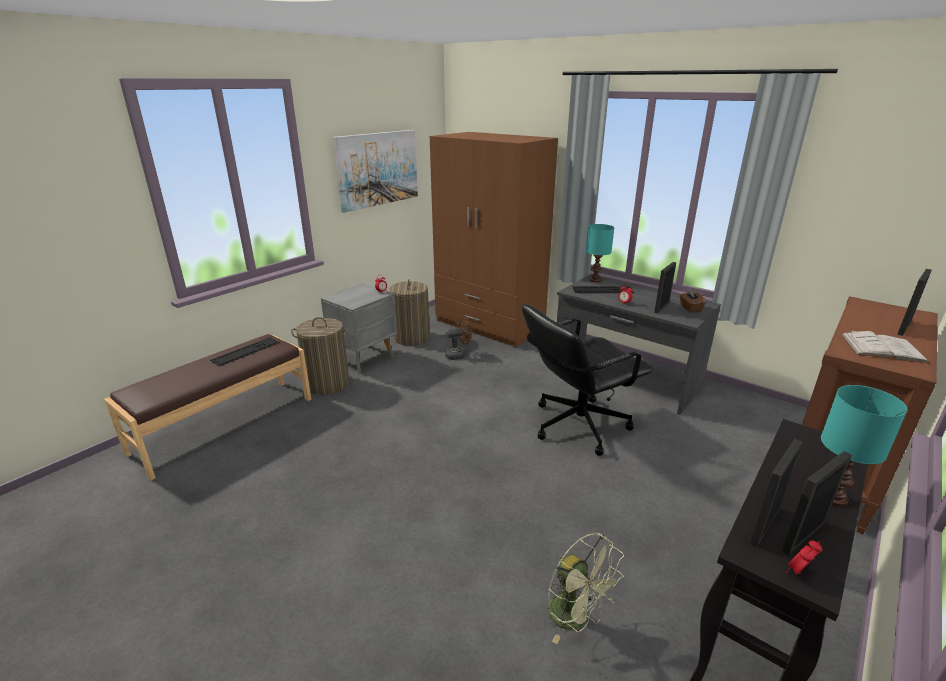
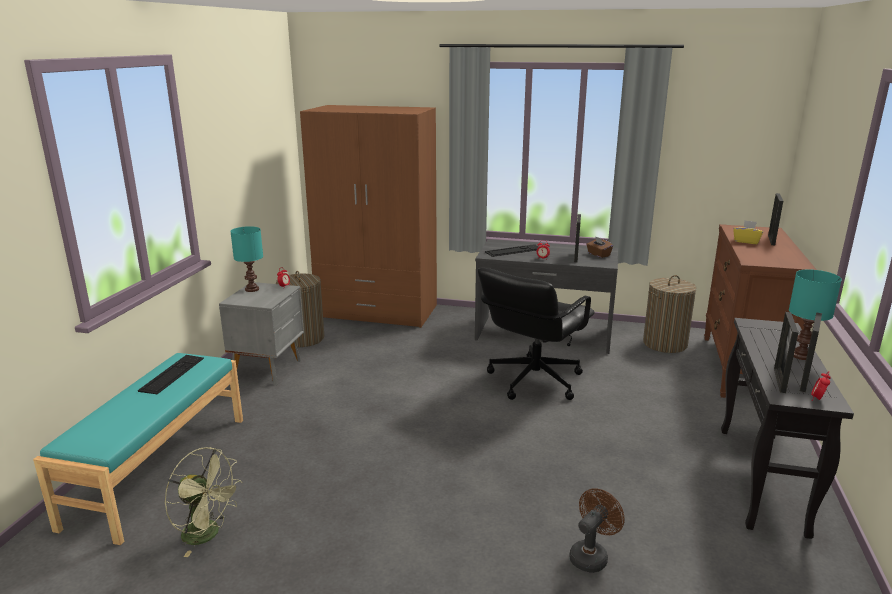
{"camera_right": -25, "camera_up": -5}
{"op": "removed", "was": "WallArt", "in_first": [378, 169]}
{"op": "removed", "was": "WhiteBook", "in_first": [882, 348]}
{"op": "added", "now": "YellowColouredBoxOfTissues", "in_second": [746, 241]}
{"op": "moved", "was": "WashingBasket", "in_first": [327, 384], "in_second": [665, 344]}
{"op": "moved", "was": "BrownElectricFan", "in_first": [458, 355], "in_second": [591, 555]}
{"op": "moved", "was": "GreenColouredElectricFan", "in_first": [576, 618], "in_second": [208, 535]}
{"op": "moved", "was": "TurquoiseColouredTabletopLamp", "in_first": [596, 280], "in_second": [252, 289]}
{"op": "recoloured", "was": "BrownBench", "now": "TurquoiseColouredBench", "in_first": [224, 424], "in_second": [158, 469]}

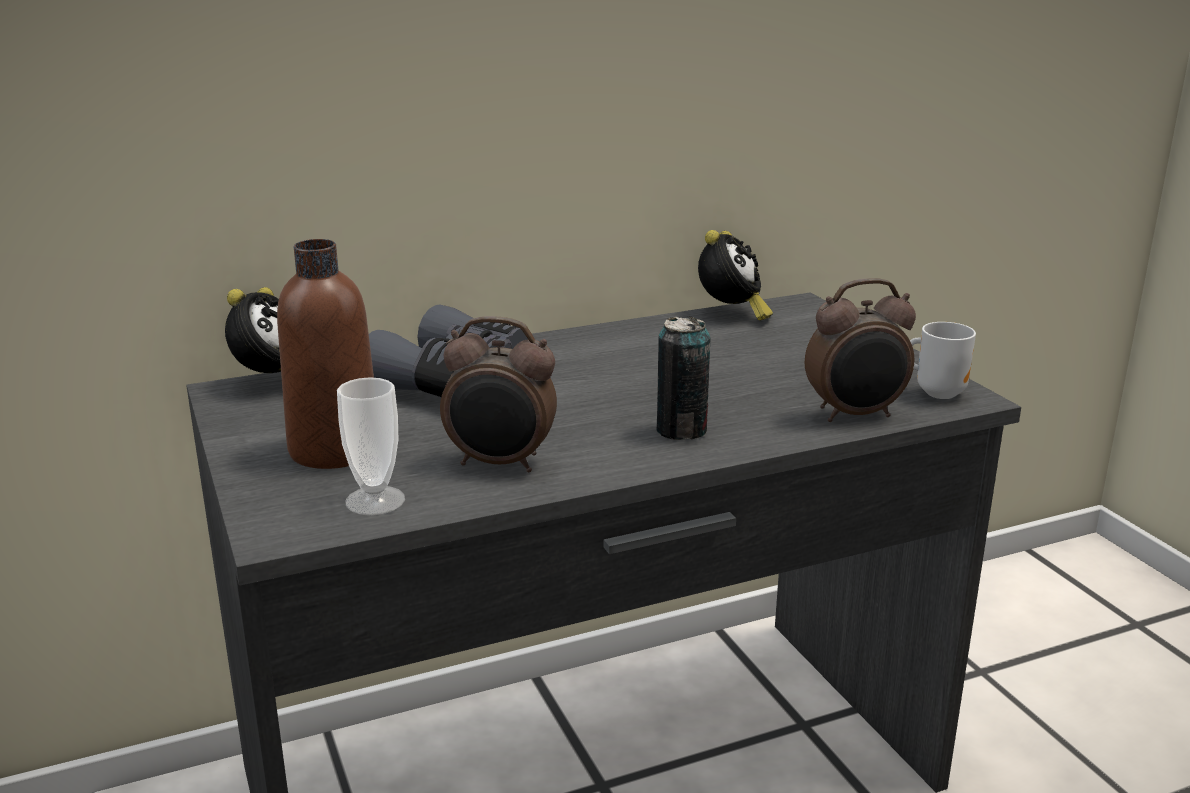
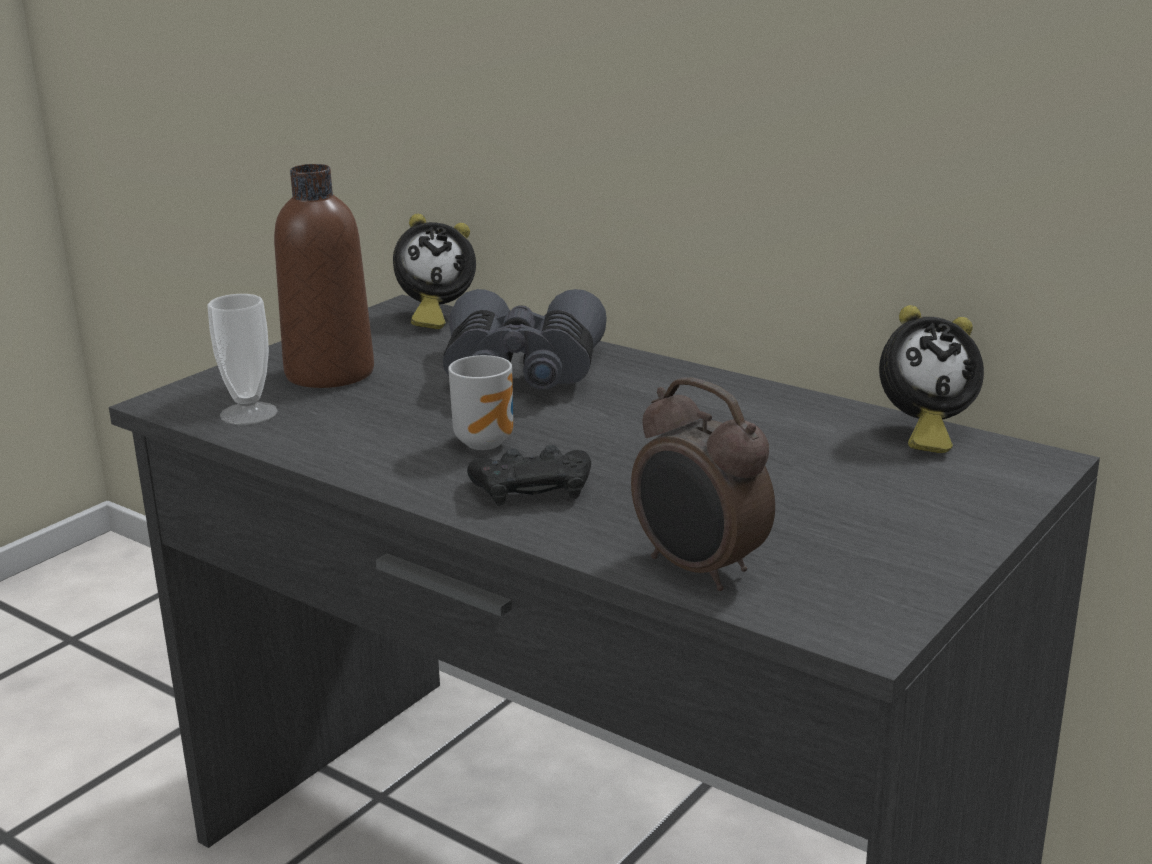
{"camera_right": 60, "camera_up": 0}
{"op": "removed", "was": "AlarmClock", "in_first": [500, 464]}
{"op": "moved", "was": "CoffeeMug", "in_first": [937, 392], "in_second": [487, 441]}
{"op": "replaced", "was": "MetalCan", "now": "BlackishGameController", "in_first": [681, 430], "in_second": [532, 489]}

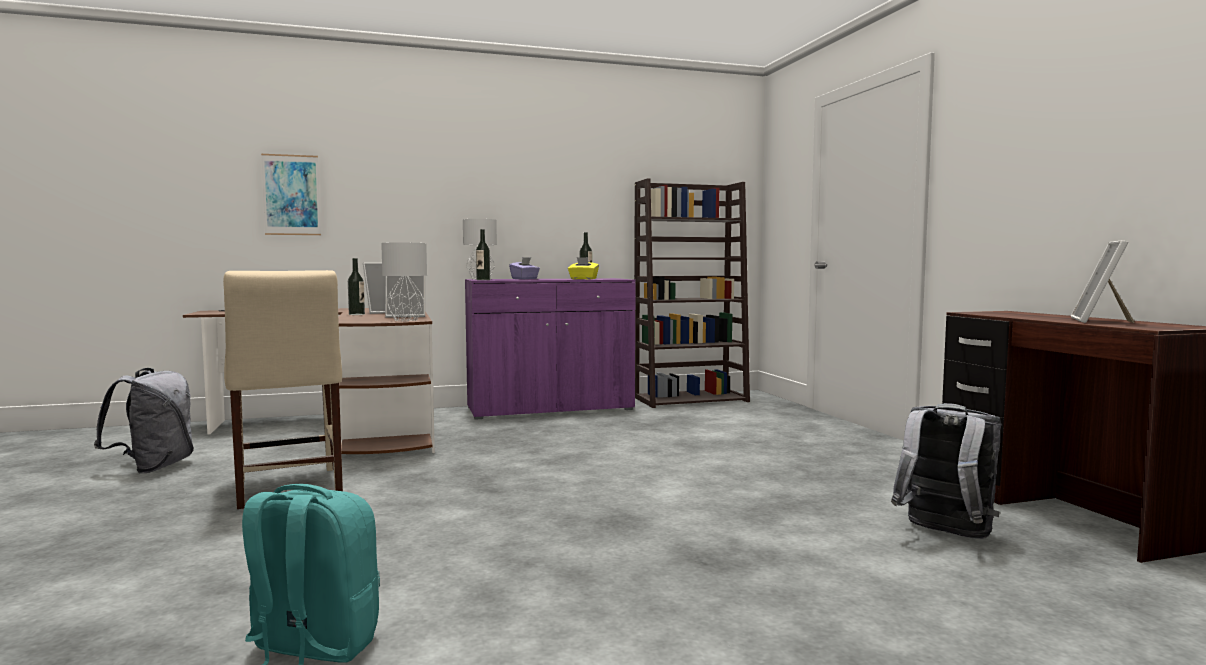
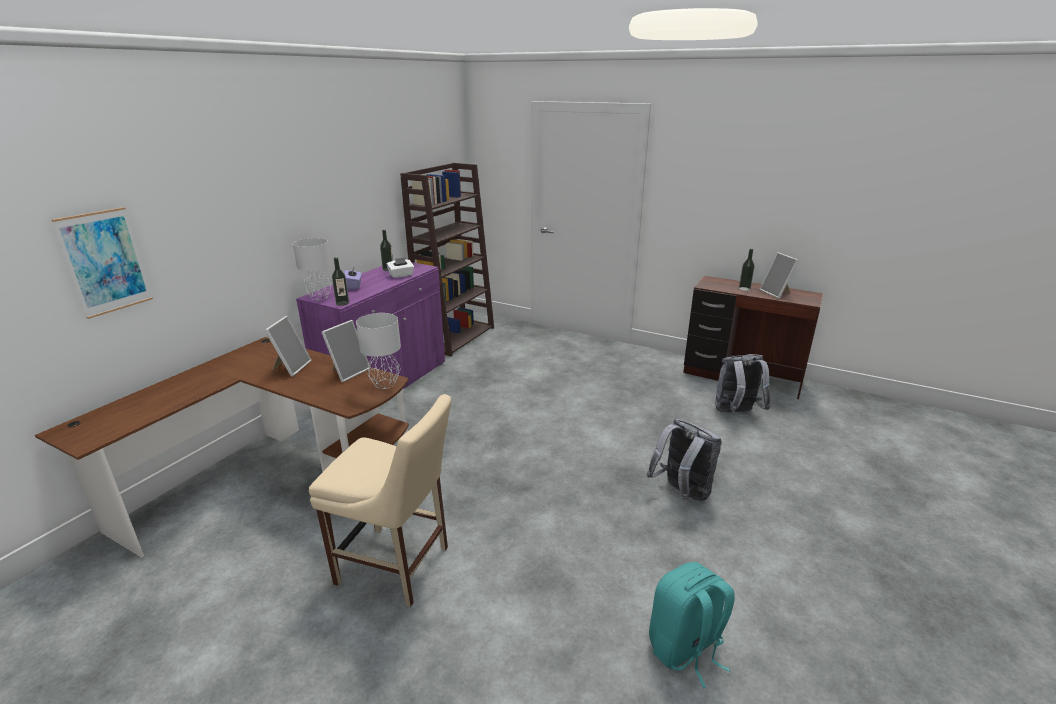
{"camera_right": -45, "camera_up": 20}
{"op": "moved", "was": "GrayKnapsack", "in_first": [154, 467], "in_second": [681, 493]}
{"op": "moved", "was": "DrinkBottle", "in_first": [356, 314], "in_second": [744, 289]}
{"op": "recoloured", "was": "YellowColouredBoxOfTissues", "now": "WhiteBoxOfTissues", "in_first": [583, 279], "in_second": [401, 275]}

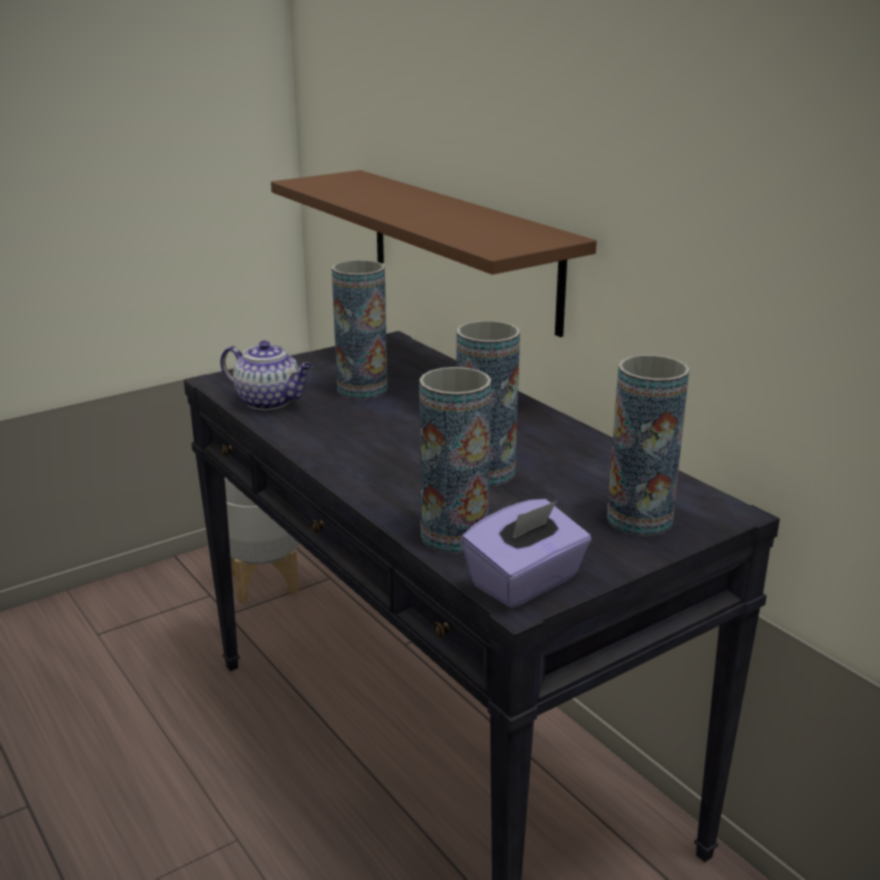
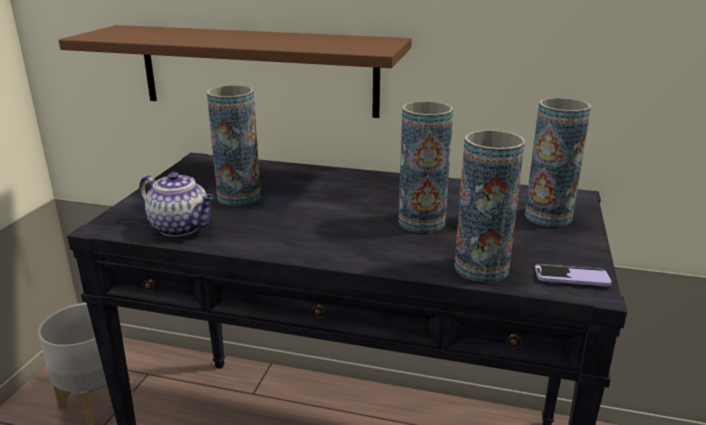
{"camera_right": -40, "camera_up": 0}
{"op": "replaced", "was": "PurplishBoxOfTissues", "now": "Phone", "in_first": [526, 582], "in_second": [571, 277]}
{"op": "turned", "was": "TeaPot", "in_first": [270, 402], "in_second": [182, 227], "clockwise": 45}

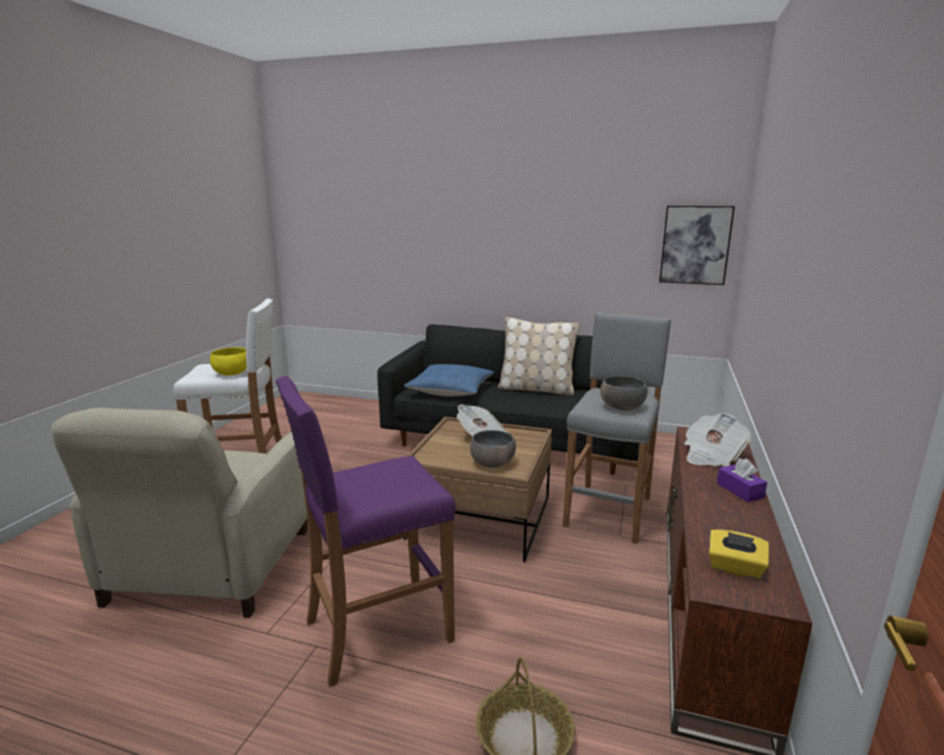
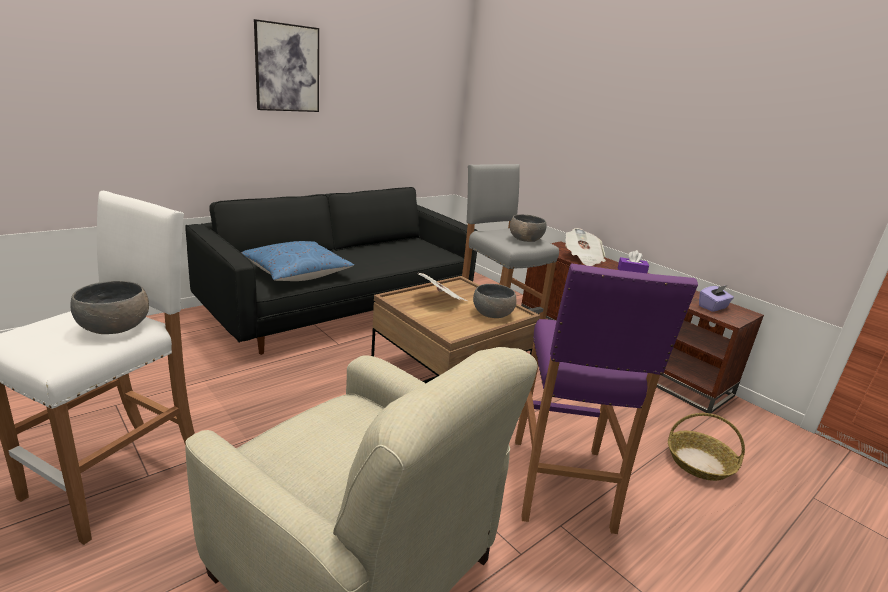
{"camera_right": -60, "camera_up": 5}
{"op": "removed", "was": "SandColouredPillow", "in_first": [536, 389]}
{"op": "moved", "was": "WallArt", "in_first": [695, 245], "in_second": [287, 68]}
{"op": "recoloured", "was": "YellowColouredServingBowl", "now": "GrayServingBowl", "in_first": [232, 373], "in_second": [114, 328]}
{"op": "recoloured", "was": "YellowColouredBoxOfTissues", "now": "PurplishBoxOfTissues", "in_first": [735, 568], "in_second": [713, 307]}

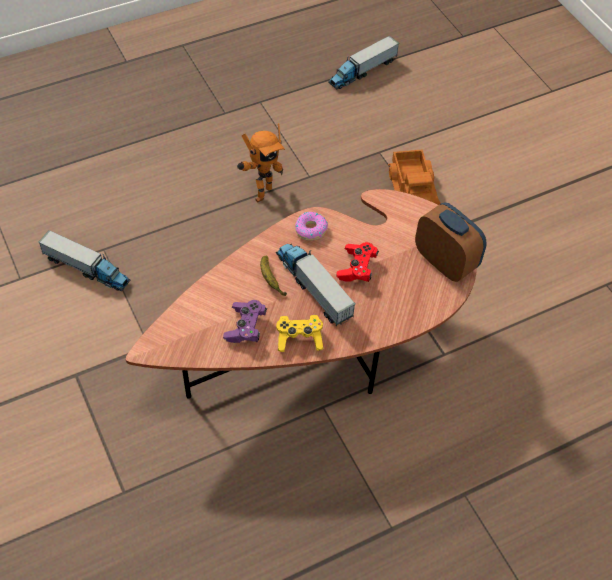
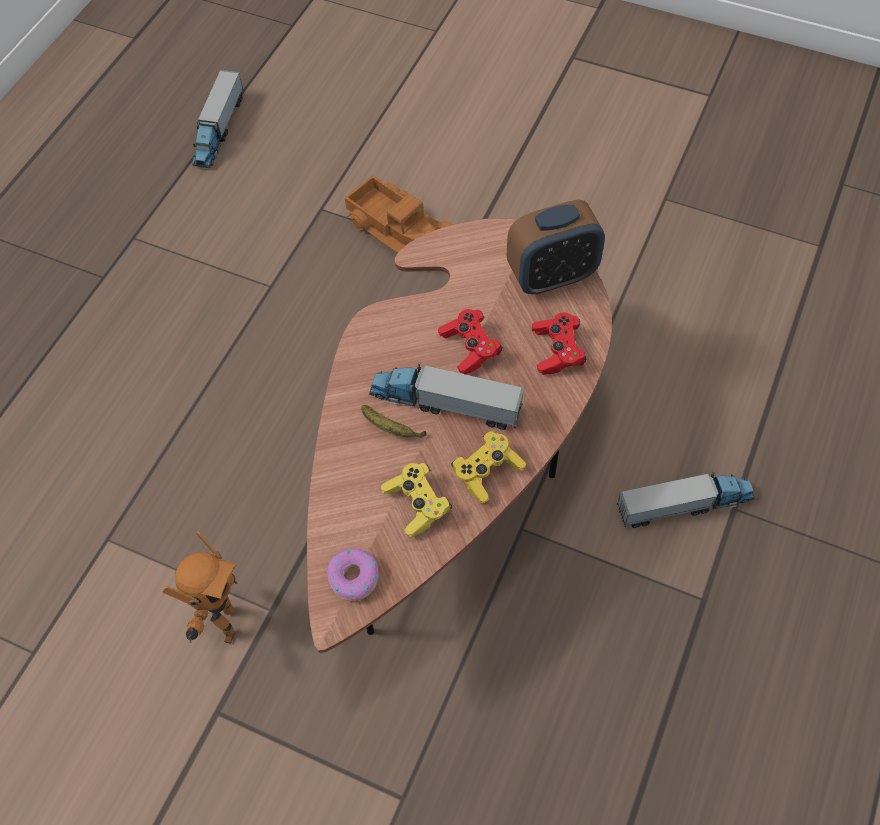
{"camera_right": -35, "camera_up": 5}
{"op": "added", "now": "RedColouredGameController", "in_second": [557, 350]}
{"op": "moved", "was": "ModelTruck", "in_first": [87, 269], "in_second": [684, 505]}
{"op": "moved", "was": "RobotFigure", "in_first": [260, 193], "in_second": [223, 625]}
{"op": "moved", "was": "Donut", "in_first": [310, 229], "in_second": [353, 577]}
{"op": "recoloured", "was": "PurplishGameController", "now": "YellowColouredGameController", "in_first": [245, 327], "in_second": [417, 504]}
{"op": "turned", "was": "AlarmClock", "in_first": [445, 262], "in_second": [552, 276], "clockwise": 150}

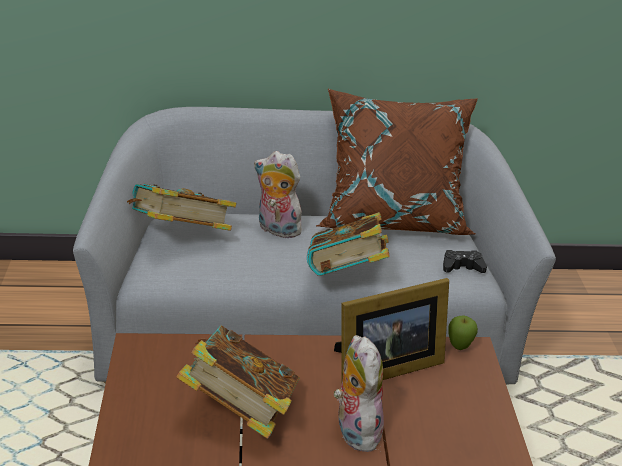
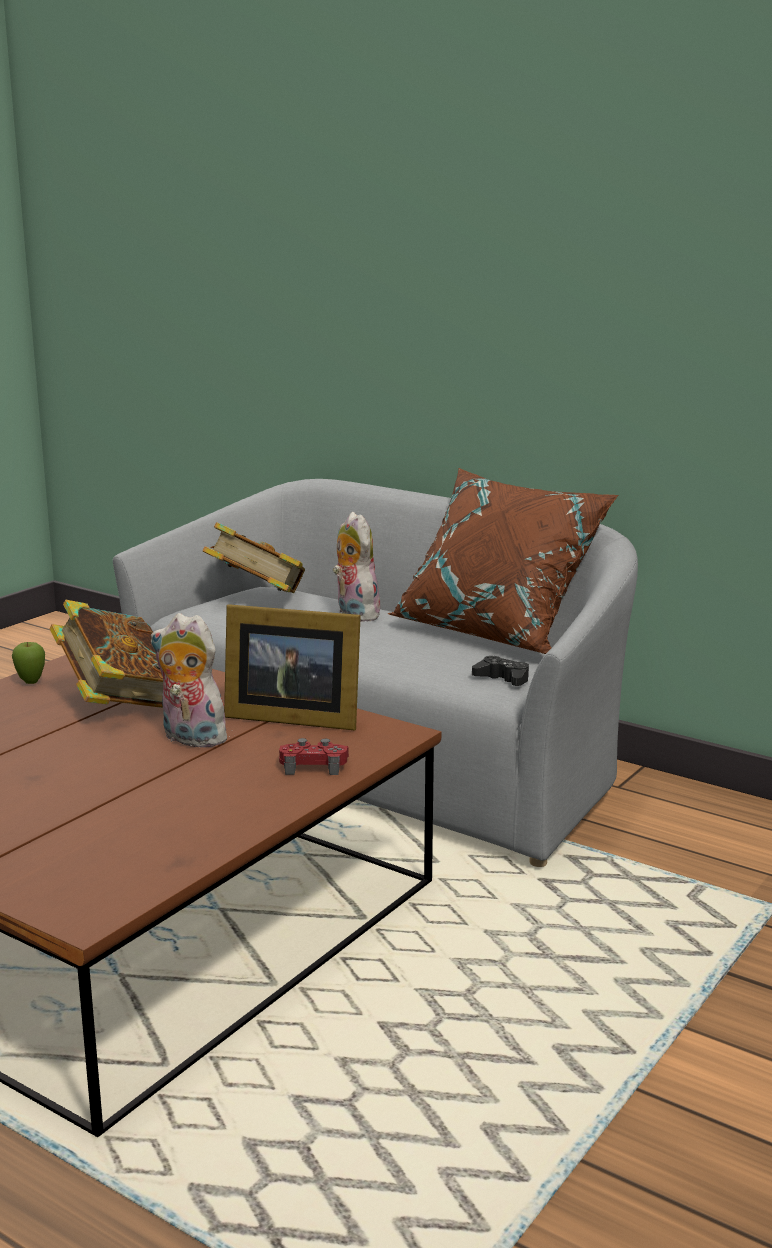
{"camera_right": 40, "camera_up": -15}
{"op": "removed", "was": "Book", "in_first": [346, 276]}
{"op": "added", "now": "RedColouredGameController", "in_second": [313, 765]}
{"op": "moved", "was": "Apple", "in_first": [459, 347], "in_second": [31, 682]}
{"op": "turned", "was": "PlushToy", "in_first": [354, 429], "in_second": [190, 739], "clockwise": -90}

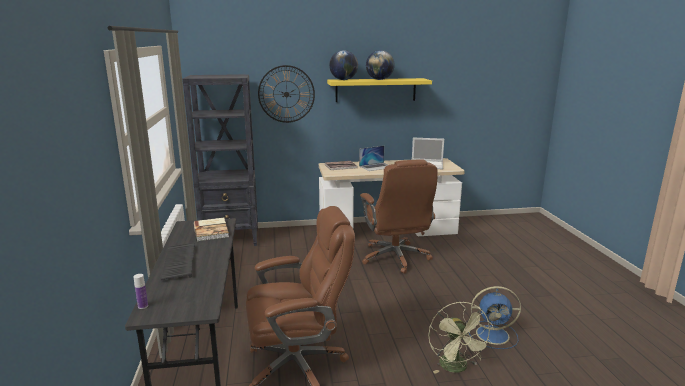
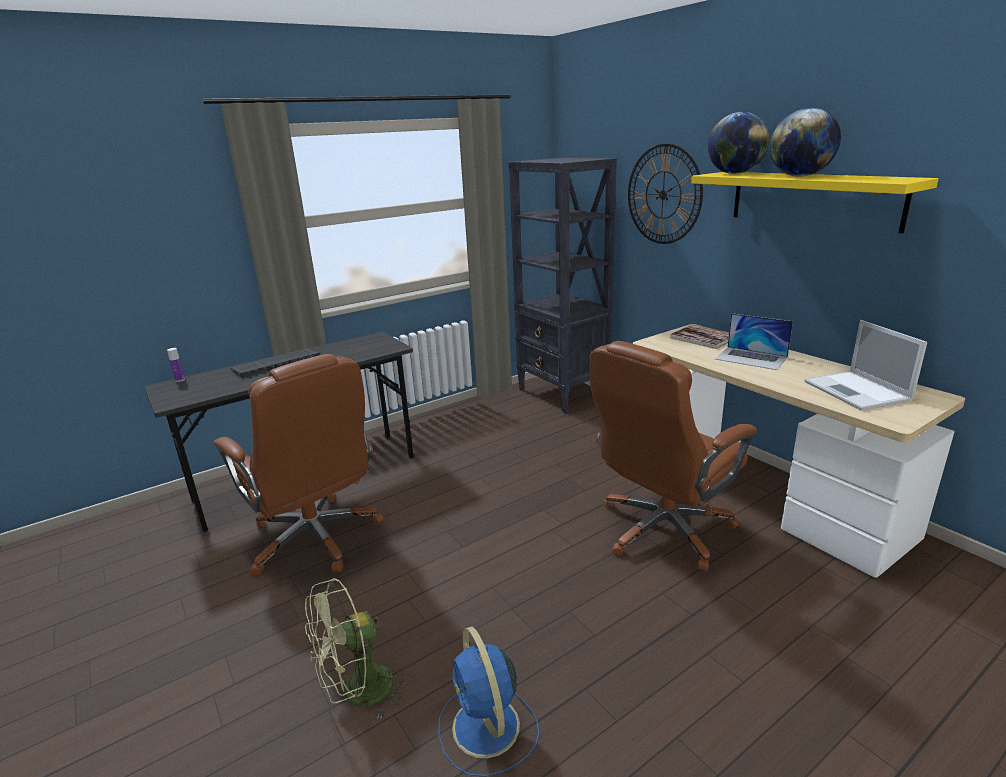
{"camera_right": 65, "camera_up": 5}
{"op": "removed", "was": "Book", "in_first": [212, 230]}

